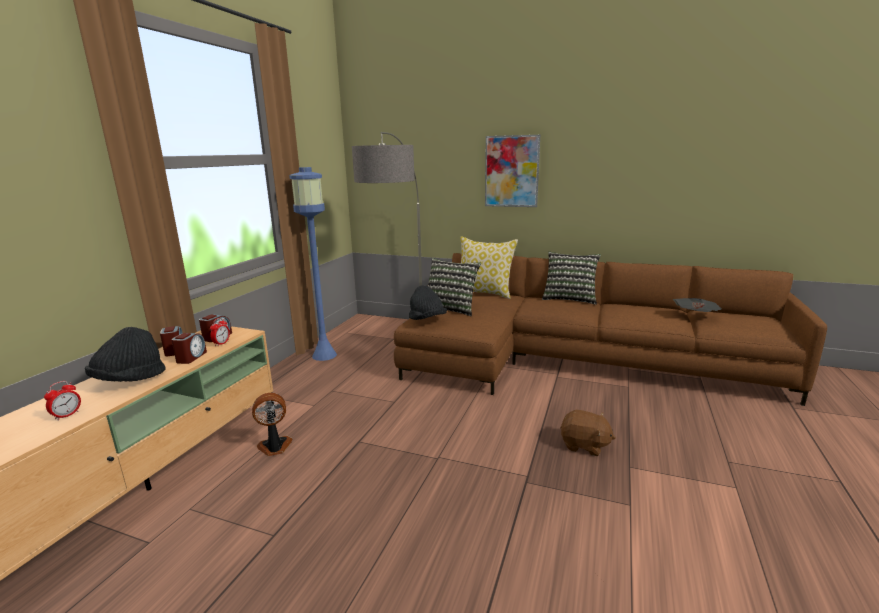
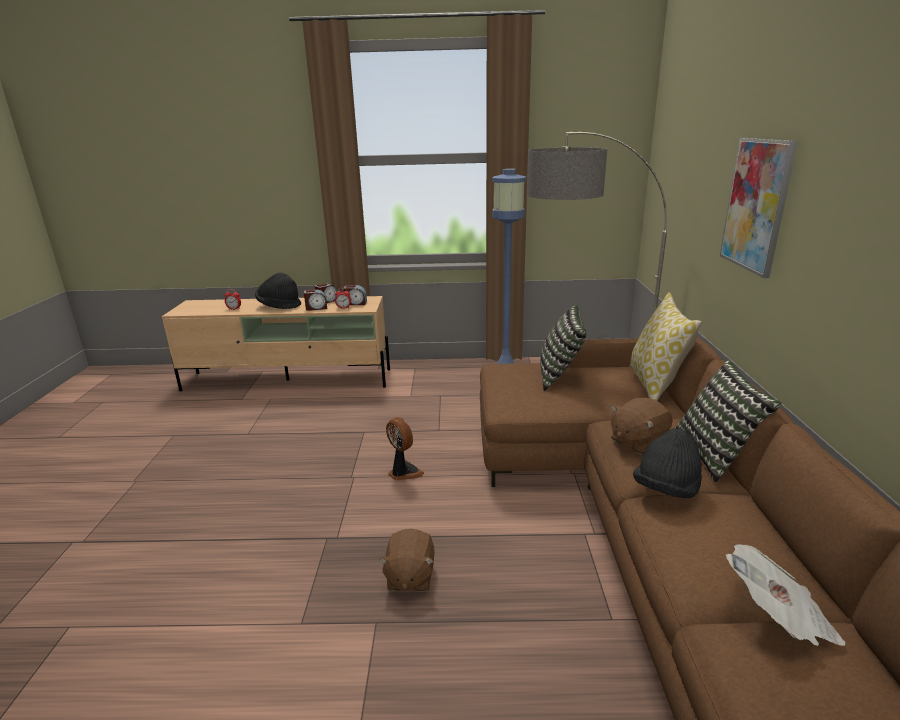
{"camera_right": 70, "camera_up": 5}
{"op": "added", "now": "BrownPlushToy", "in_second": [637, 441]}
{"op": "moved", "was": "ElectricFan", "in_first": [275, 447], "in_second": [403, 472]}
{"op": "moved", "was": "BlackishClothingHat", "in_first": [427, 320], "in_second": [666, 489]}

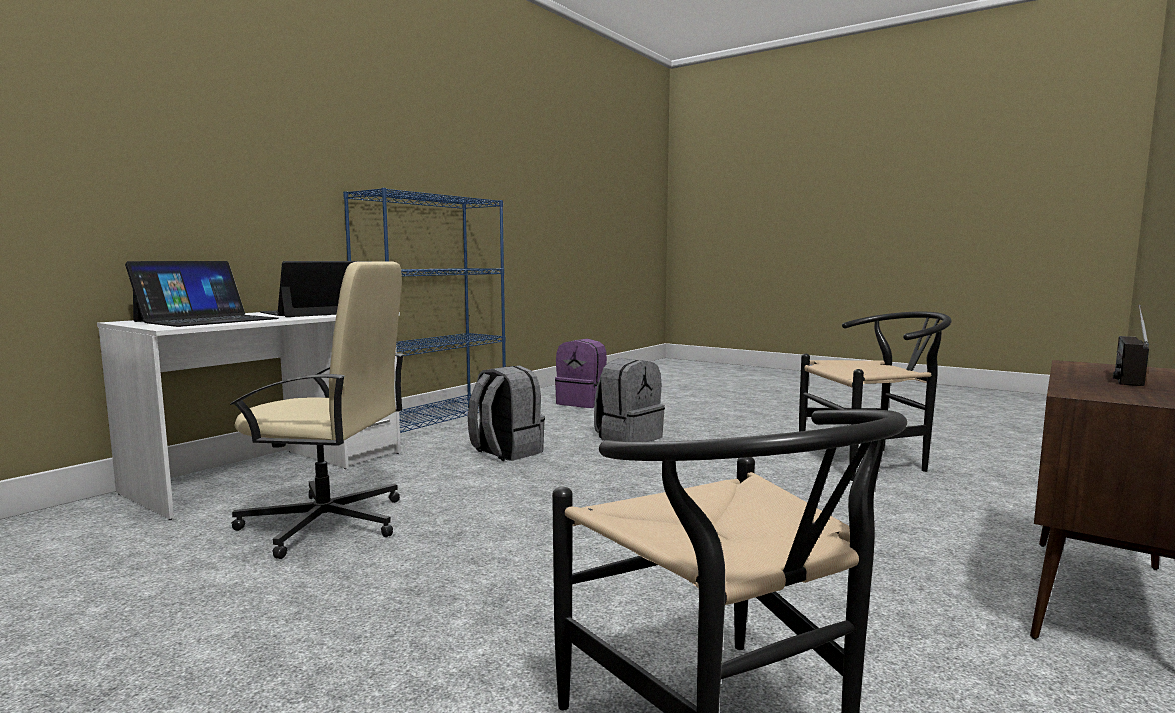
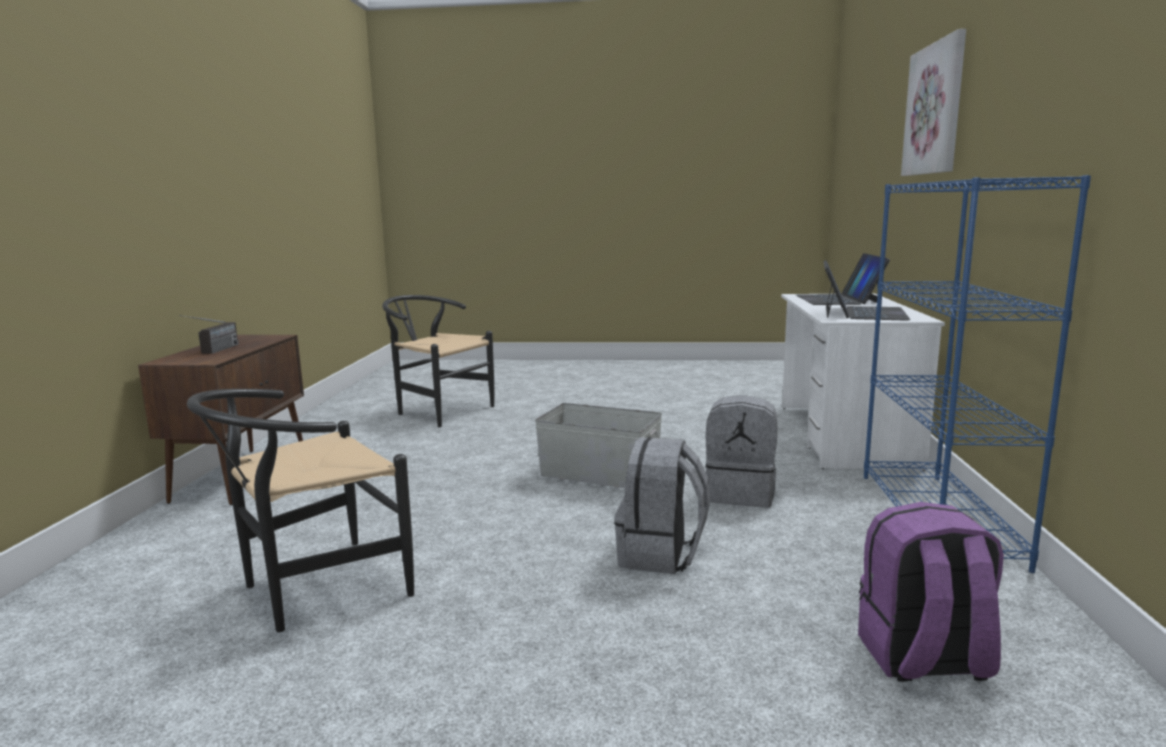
{"camera_right": 150, "camera_up": 5}
{"op": "removed", "was": "SandColouredDeskChair", "in_first": [327, 523]}
{"op": "added", "now": "GrayStorageBin", "in_second": [600, 474]}
{"op": "added", "now": "WallArt", "in_second": [935, 109]}

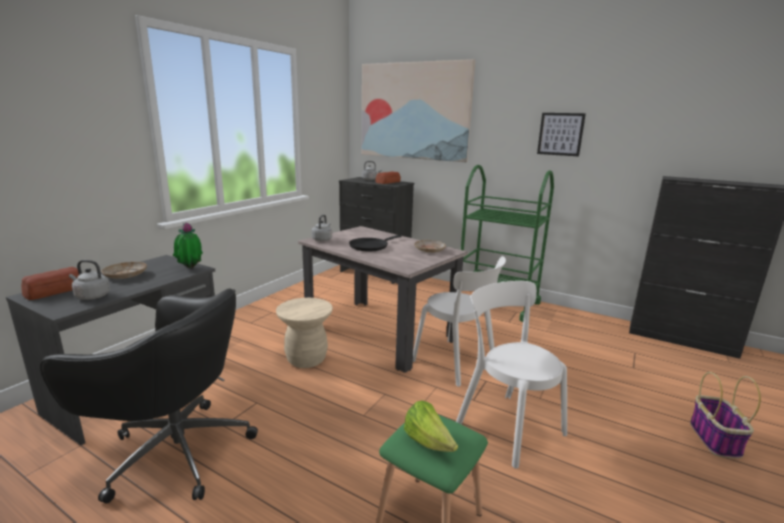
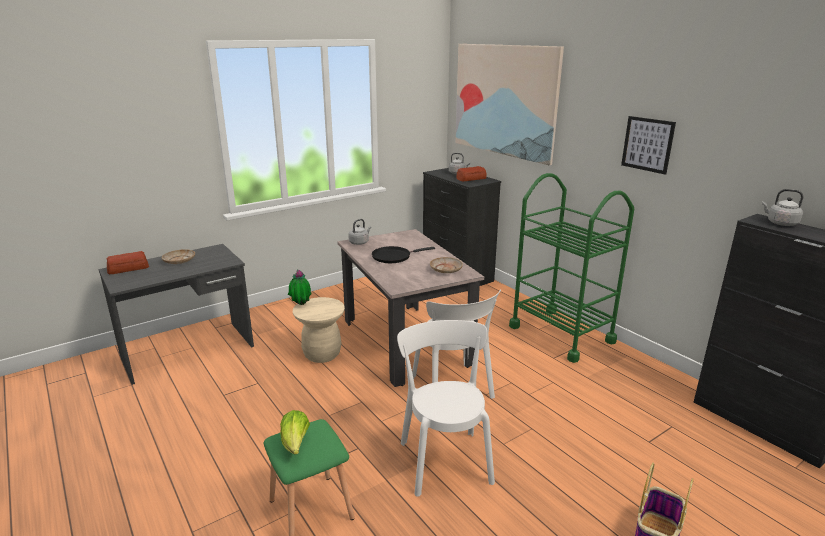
{"camera_right": 25, "camera_up": 5}
{"op": "removed", "was": "BlackishDeskChair", "in_first": [175, 450]}
{"op": "moved", "was": "GrayWaterKettle", "in_first": [91, 296], "in_second": [780, 223]}
{"op": "moved", "was": "PlantInAPot", "in_first": [190, 268], "in_second": [300, 305]}

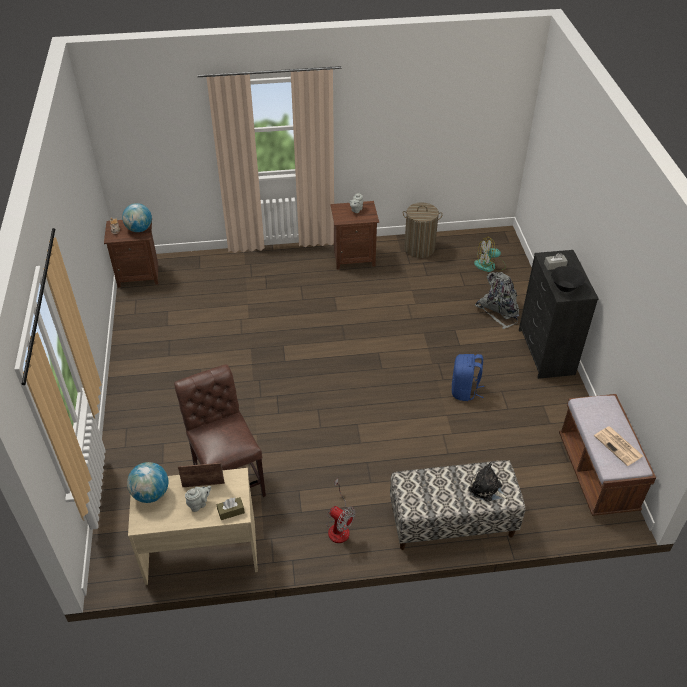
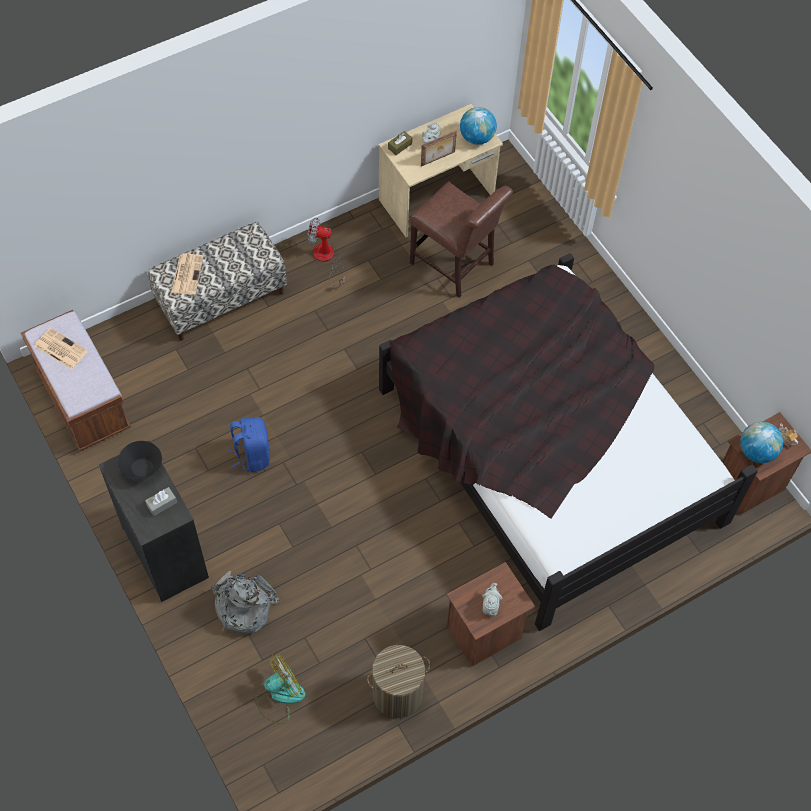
{"camera_right": 155, "camera_up": 15}
{"op": "added", "now": "BlackishBedroomBed", "in_second": [547, 453]}
{"op": "replaced", "was": "PlushToy", "now": "Newspaper", "in_first": [486, 489], "in_second": [187, 274]}

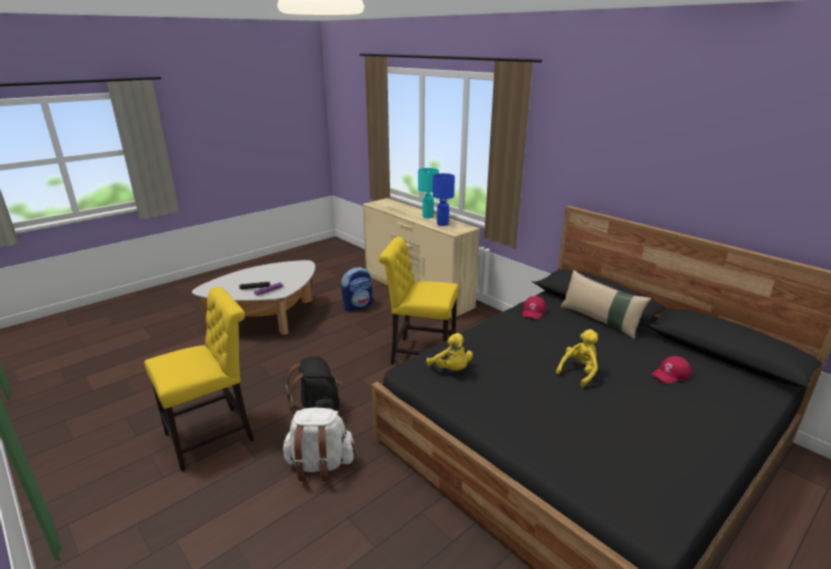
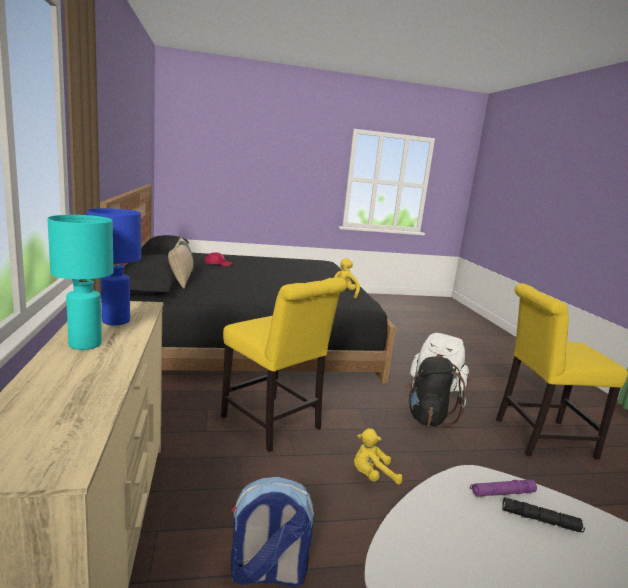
{"camera_right": -150, "camera_up": -10}
{"op": "removed", "was": "RedColouredPeakedCap", "in_first": [533, 311]}
{"op": "moved", "was": "YellowColouredPlushToy", "in_first": [579, 372], "in_second": [372, 476]}

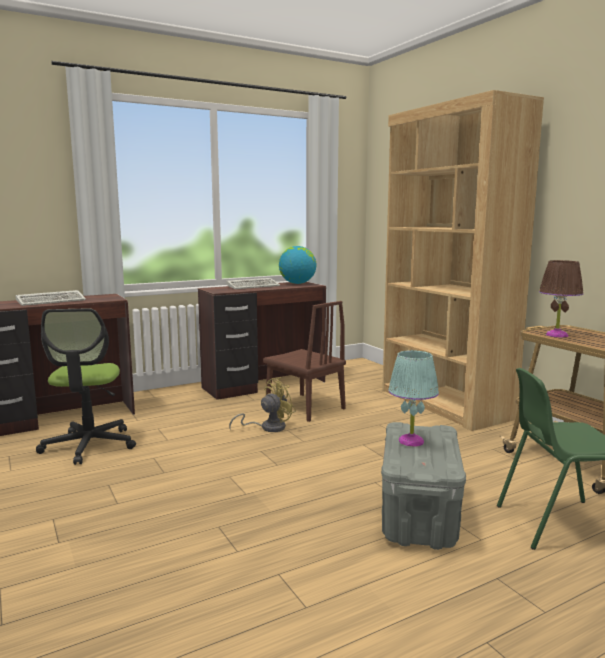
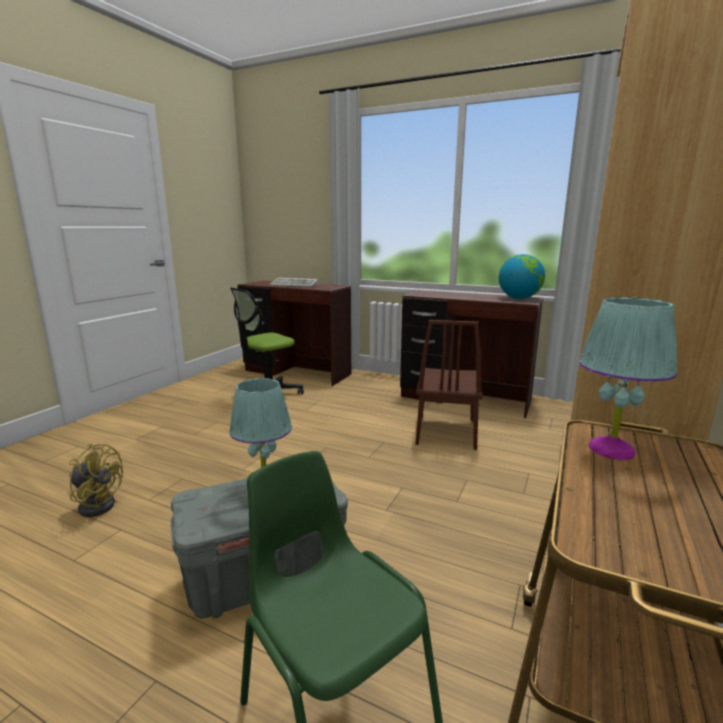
{"camera_right": 55, "camera_up": 5}
{"op": "removed", "was": "PcKeyboard", "in_first": [254, 286]}
{"op": "moved", "was": "YellowColouredElectricFan", "in_first": [268, 427], "in_second": [97, 503]}
{"op": "recoloured", "was": "BrownTabletopLamp", "now": "TurquoiseColouredTabletopLamp", "in_first": [556, 335], "in_second": [610, 449]}

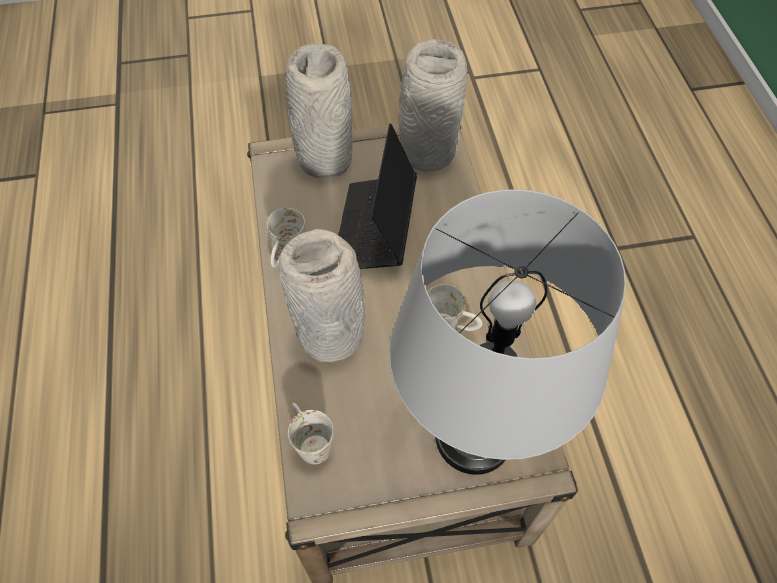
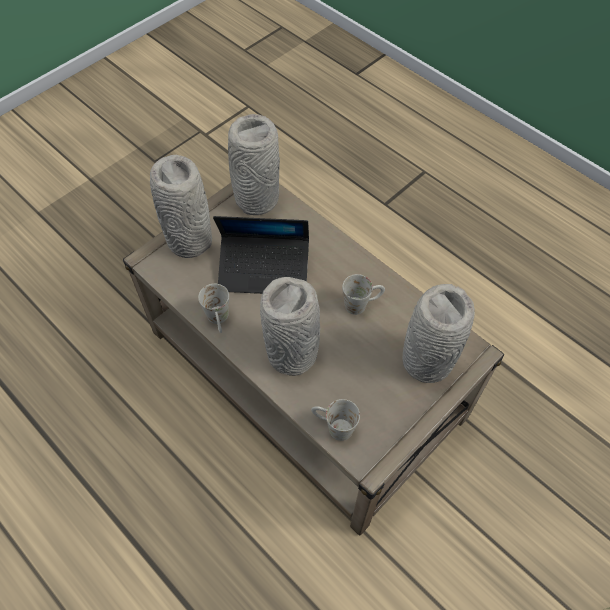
{"camera_right": -35, "camera_up": 0}
{"op": "replaced", "was": "GrayTabletopLamp", "now": "GrayDecorativeVase", "in_first": [473, 436], "in_second": [426, 360]}
{"op": "turned", "was": "Laptop", "in_first": [375, 230], "in_second": [264, 270], "clockwise": -60}

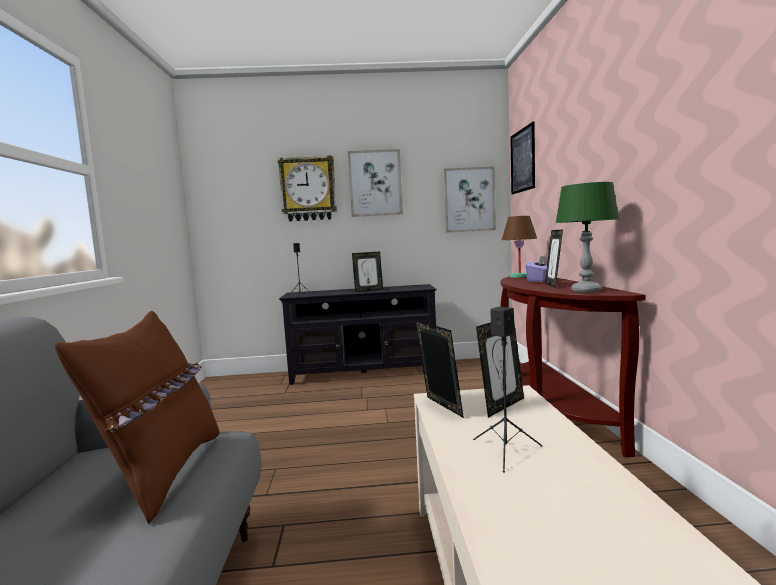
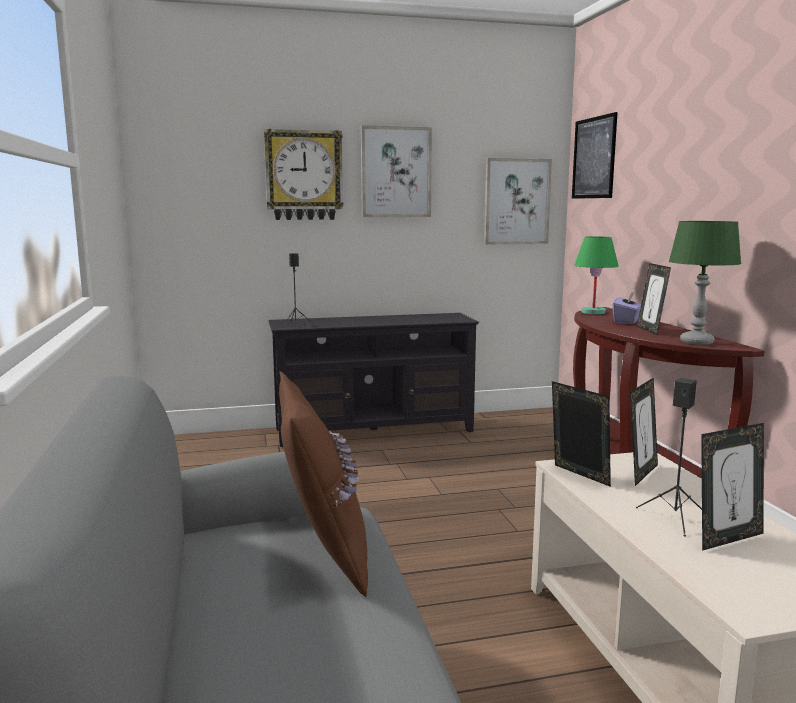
{"camera_right": -10, "camera_up": 5}
{"op": "moved", "was": "PhotoFrame", "in_first": [368, 290], "in_second": [727, 538]}
{"op": "recoloured", "was": "BrownTabletopLamp", "now": "GreenColouredTabletopLamp", "in_first": [519, 276], "in_second": [593, 312]}

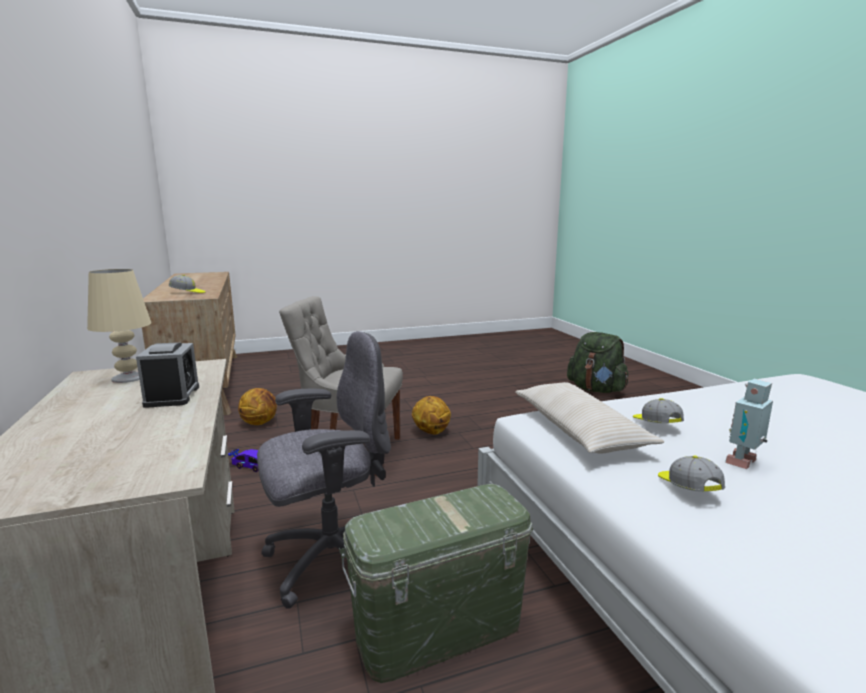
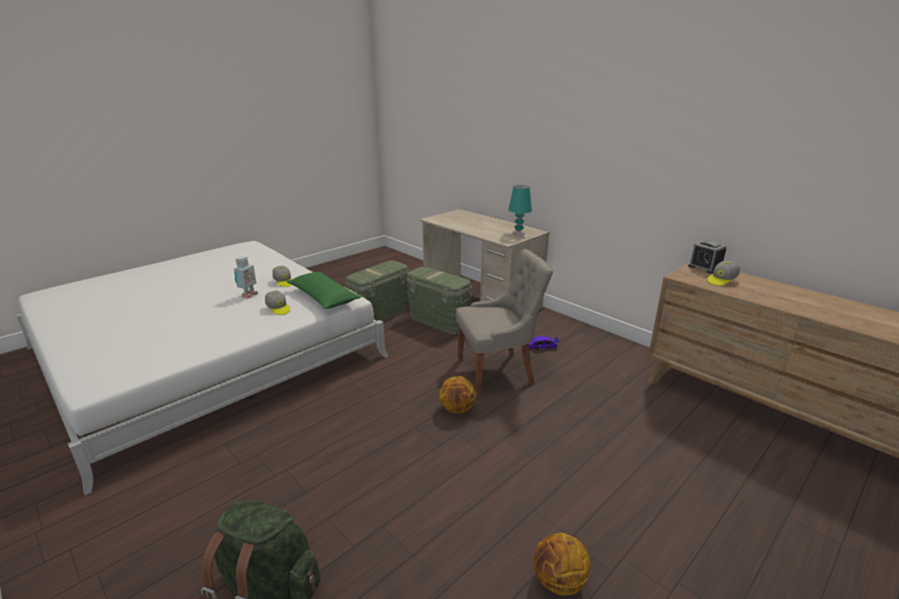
{"camera_right": 155, "camera_up": 10}
{"op": "moved", "was": "AlarmClock", "in_first": [172, 396], "in_second": [704, 268]}
{"op": "moved", "was": "BallForBasketball", "in_first": [260, 422], "in_second": [558, 582]}
{"op": "replaced", "was": "GrayDeskChair", "now": "GreenColouredStorageBin", "in_first": [330, 560], "in_second": [438, 321]}
{"op": "recoloured", "was": "SandColouredTabletopLamp", "now": "TurquoiseColouredTabletopLamp", "in_first": [128, 378], "in_second": [518, 233]}
{"op": "recoloured", "was": "SandColouredPillow", "now": "GreenColouredPillow", "in_first": [579, 430], "in_second": [323, 298]}

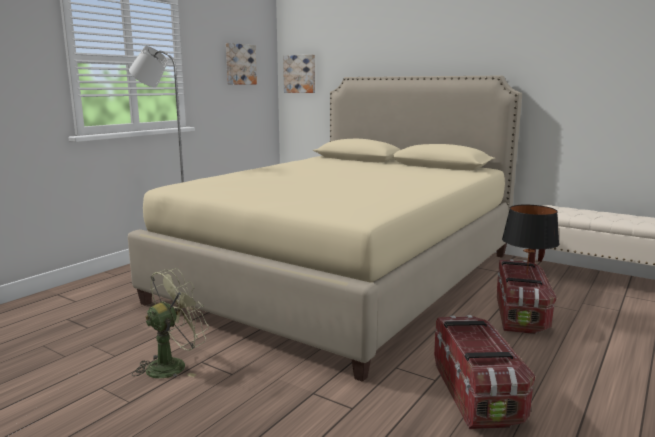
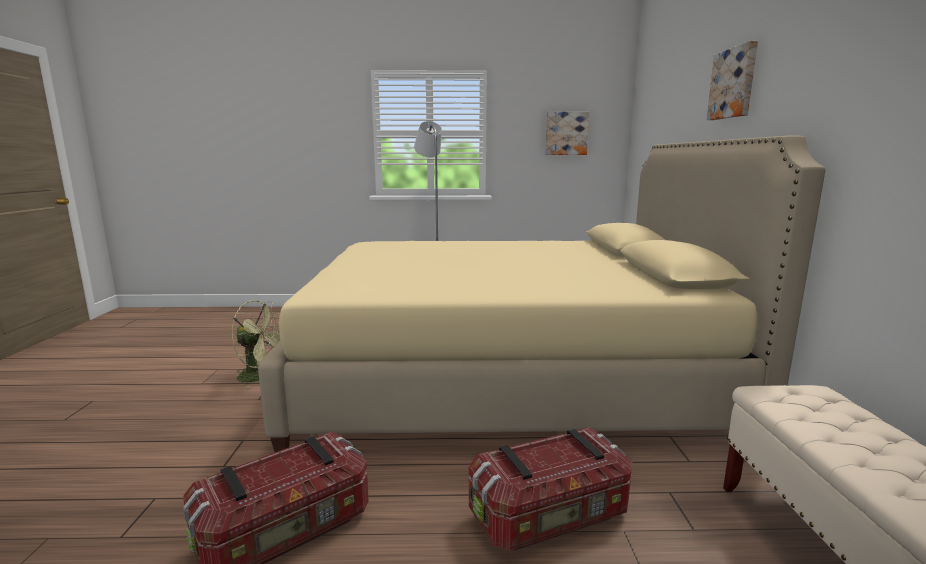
{"camera_right": 55, "camera_up": 0}
{"op": "removed", "was": "BlackishTabletopLamp", "in_first": [526, 274]}
{"op": "moved", "was": "WallArt", "in_first": [300, 74], "in_second": [734, 83]}

